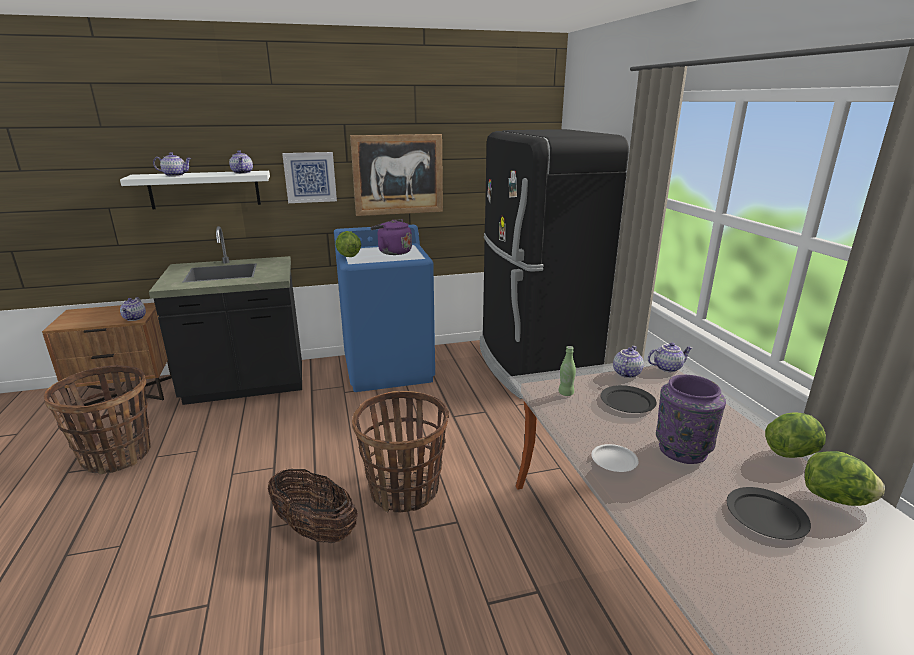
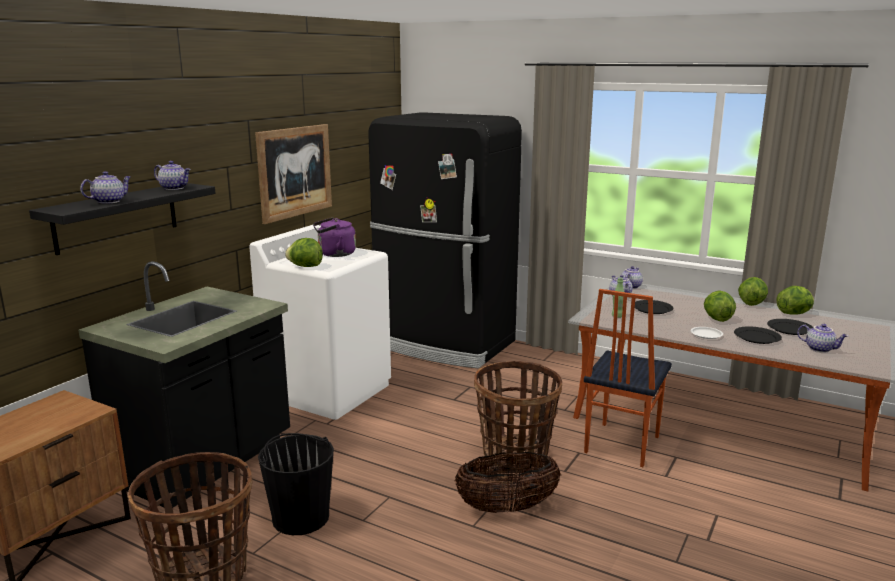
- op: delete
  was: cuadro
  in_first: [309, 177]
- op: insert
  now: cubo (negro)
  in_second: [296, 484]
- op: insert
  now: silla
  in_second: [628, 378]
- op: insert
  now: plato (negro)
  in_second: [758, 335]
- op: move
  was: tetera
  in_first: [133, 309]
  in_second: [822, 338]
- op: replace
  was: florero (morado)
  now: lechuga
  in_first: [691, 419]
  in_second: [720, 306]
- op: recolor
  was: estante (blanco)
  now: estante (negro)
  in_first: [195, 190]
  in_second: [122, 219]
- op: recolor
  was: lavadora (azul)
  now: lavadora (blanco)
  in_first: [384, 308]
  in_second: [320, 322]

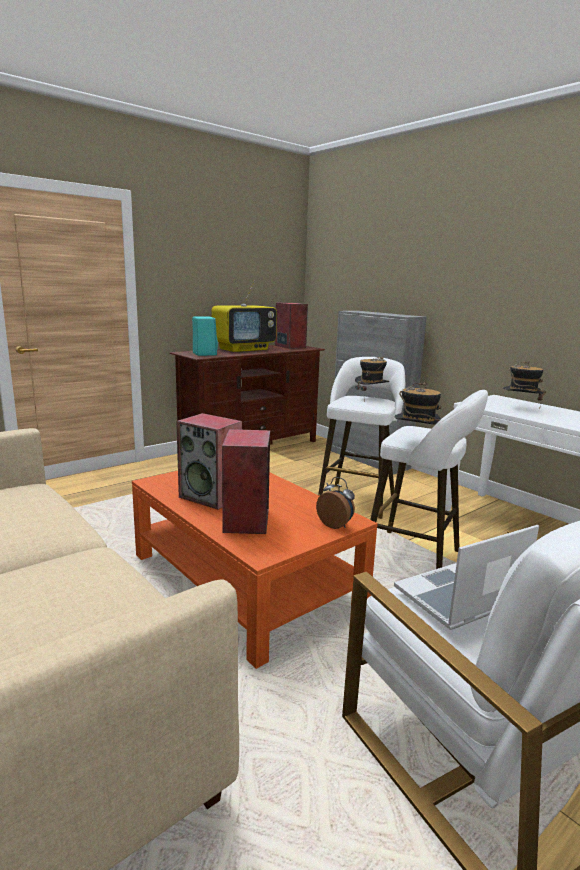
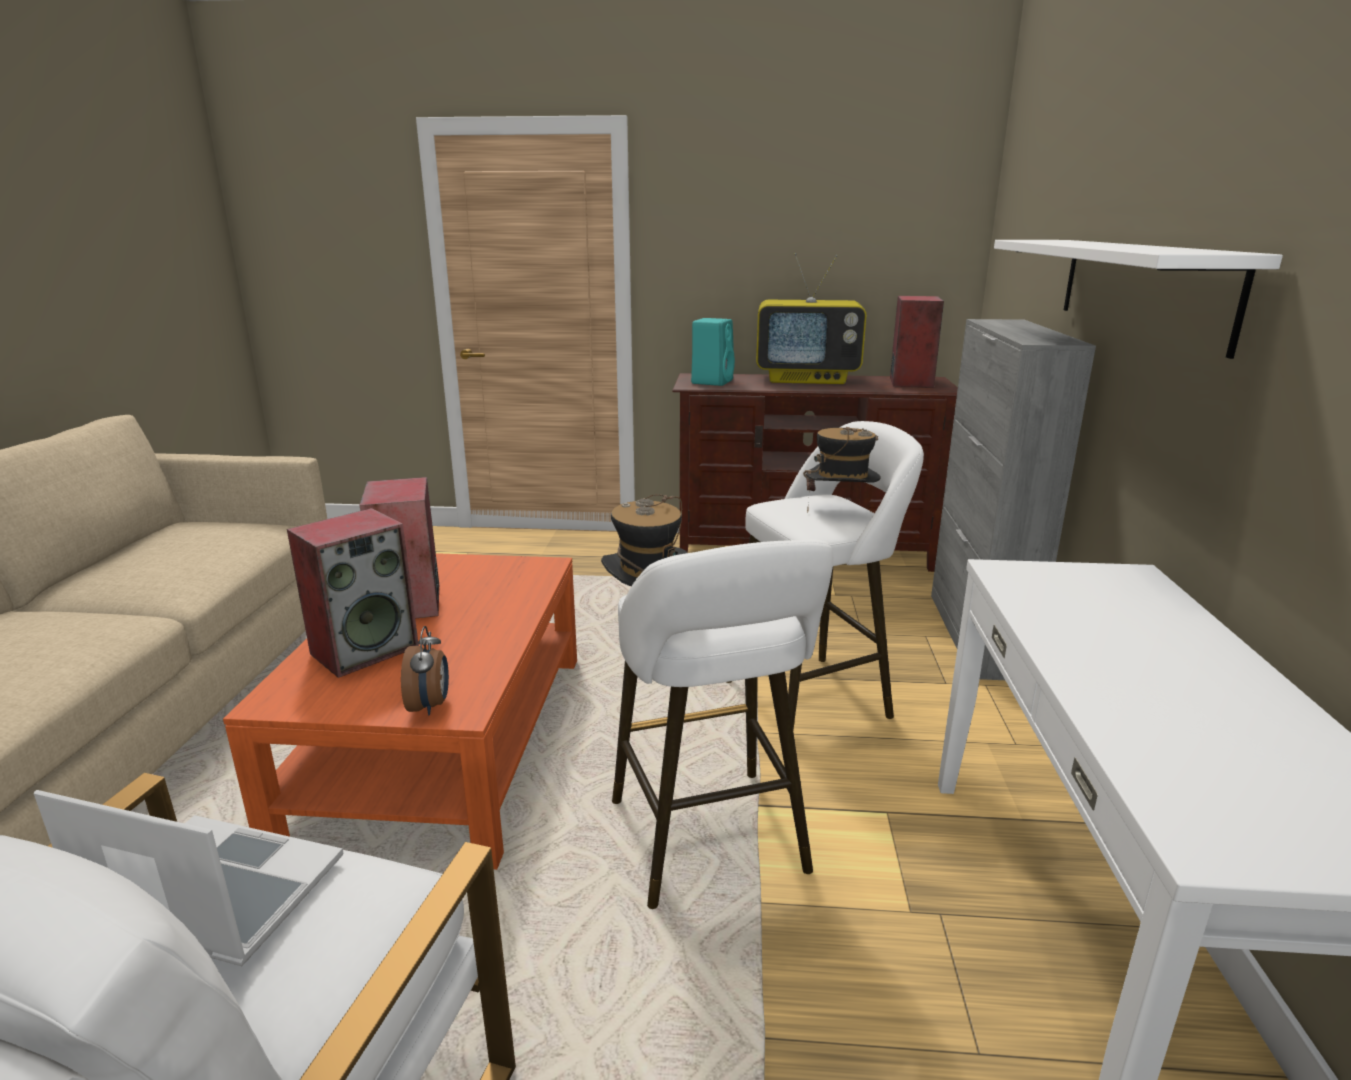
- op: delete
  was: sombrero
  in_first: [524, 383]
- op: insert
  now: estante (blanco)
  in_second: [1138, 299]

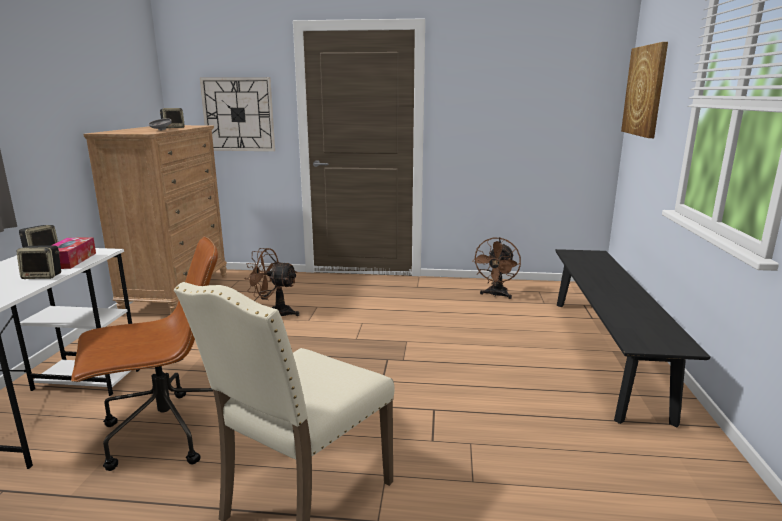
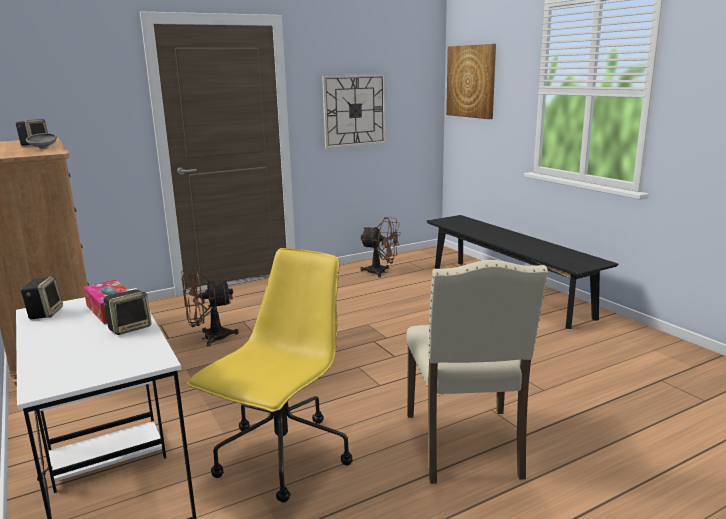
- op: move
  was: reloj de pared
  in_first: [237, 114]
  in_second: [354, 111]
- op: recolor
  was: silla de oficina (marrón)
  now: silla de oficina (amarillo)
  in_first: [144, 354]
  in_second: [270, 375]
- op: rotate
  was: ventilador (marrón)
  in_first: [496, 268]
  in_second: [380, 247]
  clockwise: -60

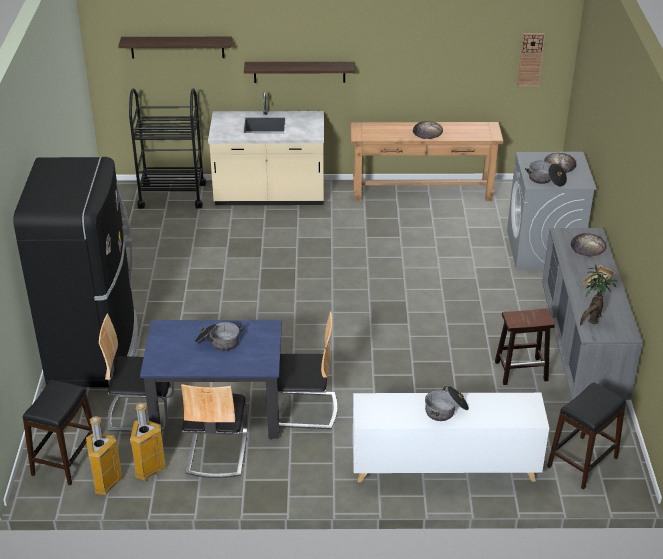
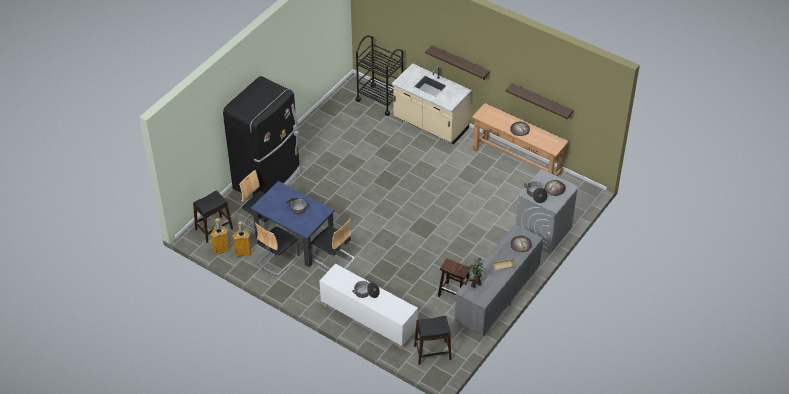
- op: delete
  was: reloj de pared
  in_first: [531, 60]
- op: move
  was: estante
  in_first: [175, 47]
  in_second: [540, 101]

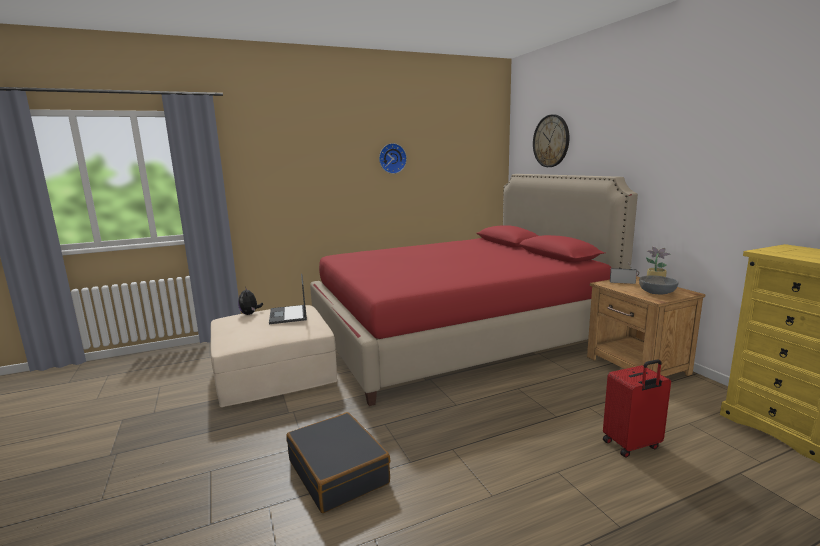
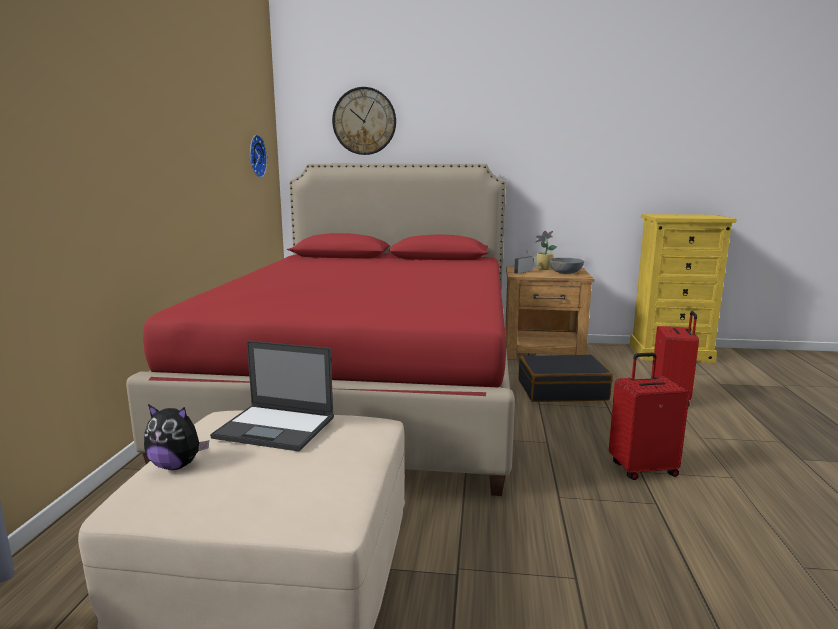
- op: insert
  now: maleta (rojo)
  in_second: [649, 416]
- op: move
  was: maleta (negro)
  in_first: [338, 462]
  in_second: [565, 378]
- op: move
  was: reloj de pared
  in_first: [393, 158]
  in_second: [258, 156]

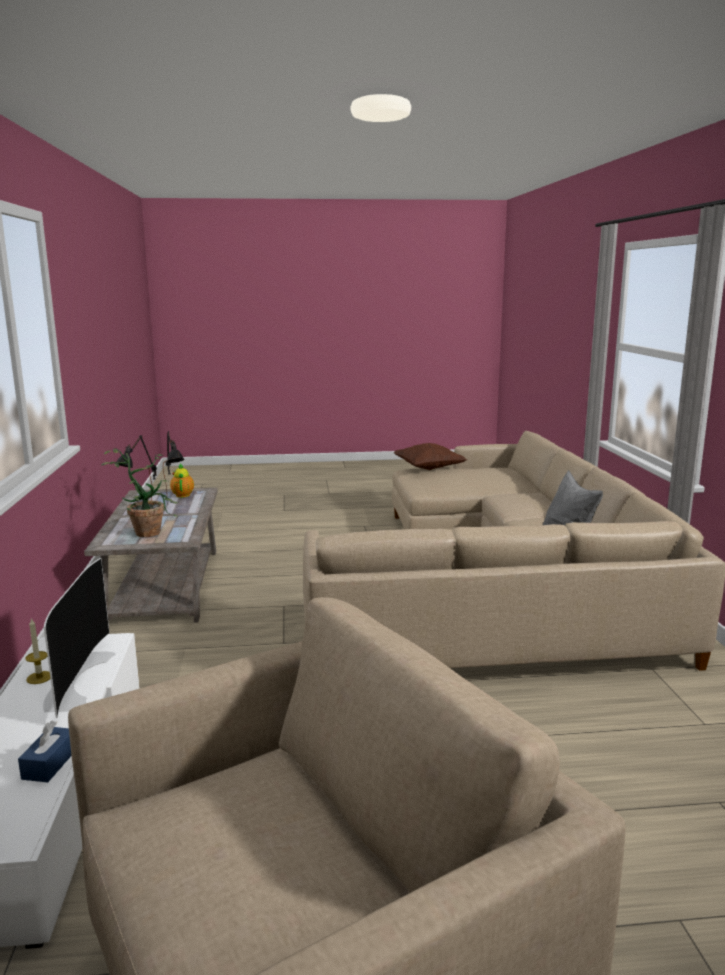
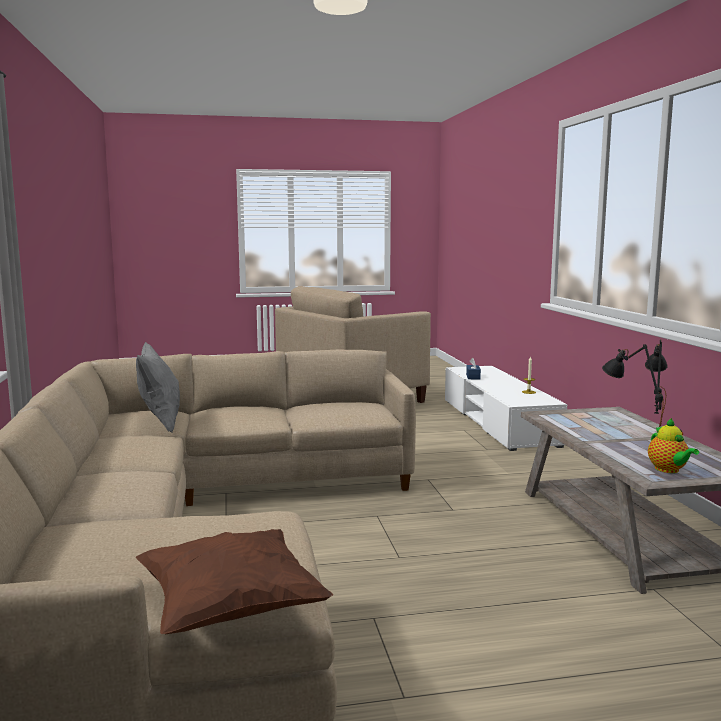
- op: delete
  was: televisor
  in_first: [79, 638]
- op: delete
  was: planta en maceta
  in_first: [139, 493]

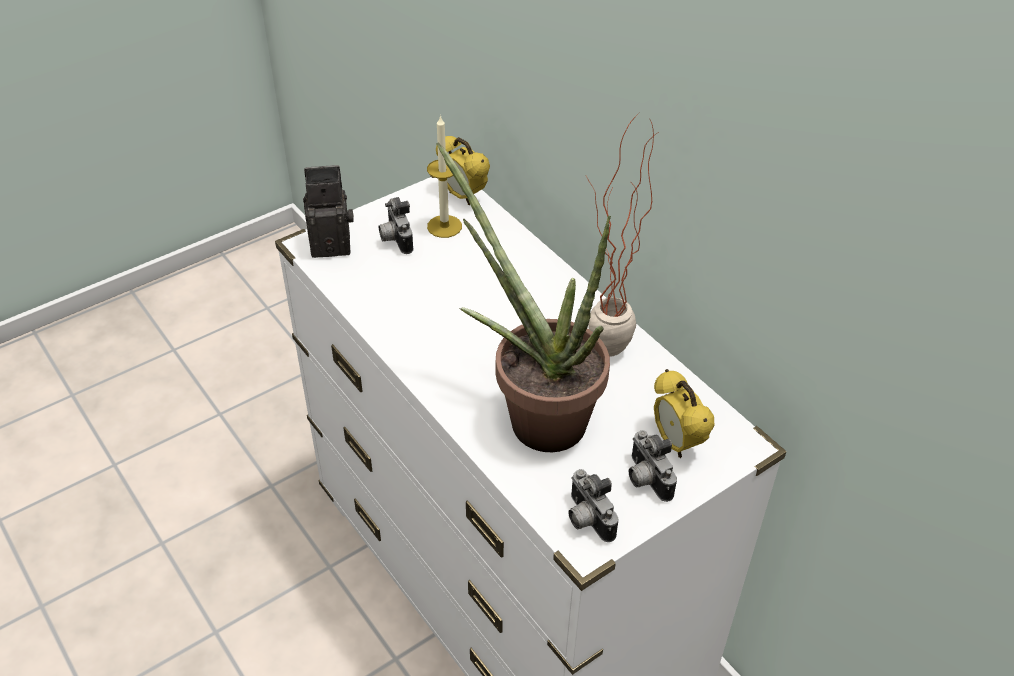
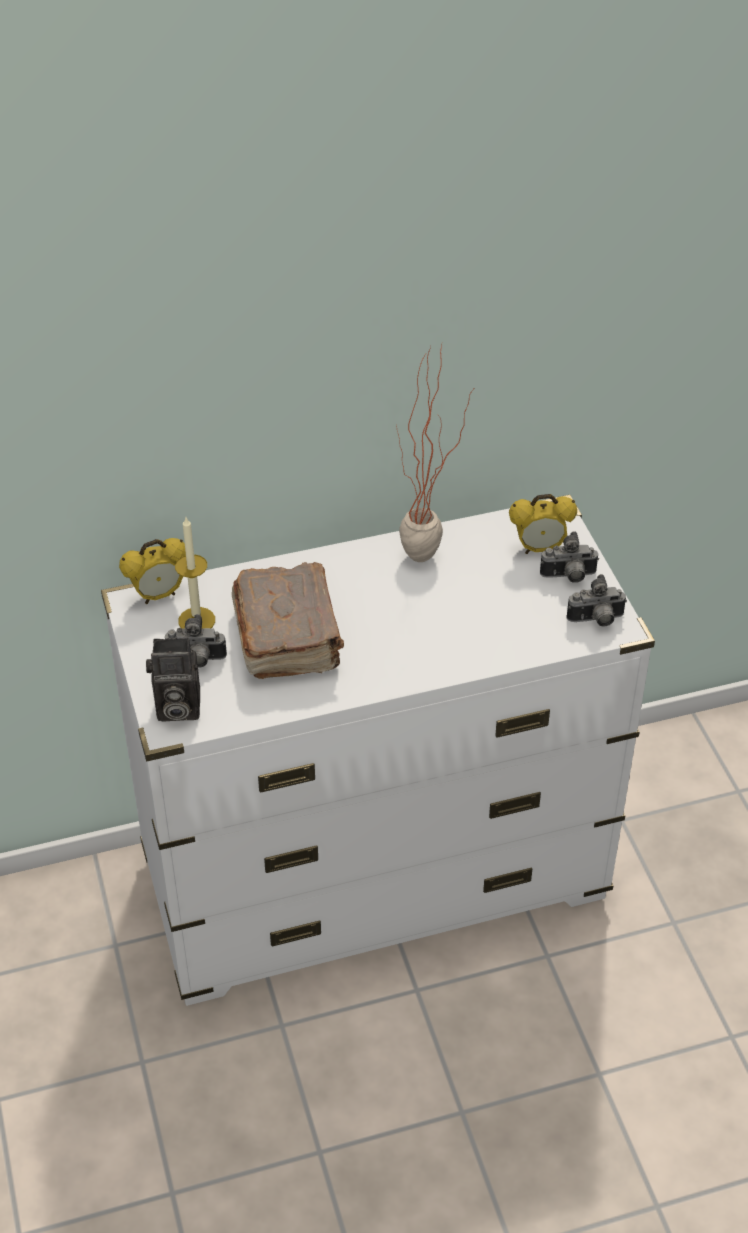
- op: delete
  was: planta en maceta
  in_first: [523, 297]
- op: insert
  now: libro (marrón)
  in_second: [287, 620]
- op: rotate
  was: cámara
  in_first: [328, 211]
  in_second: [173, 679]
  clockwise: -105

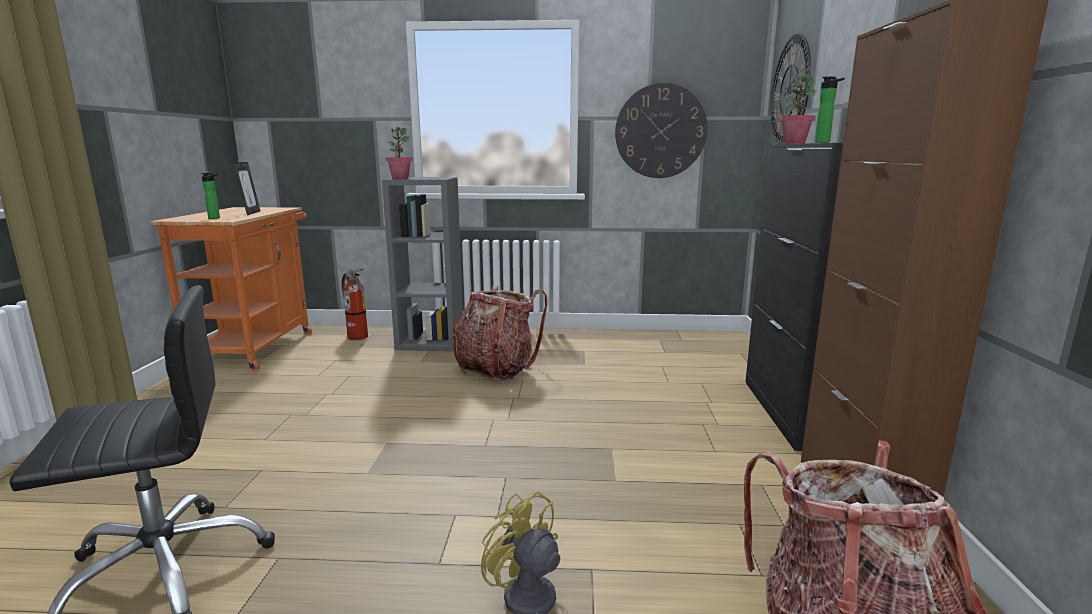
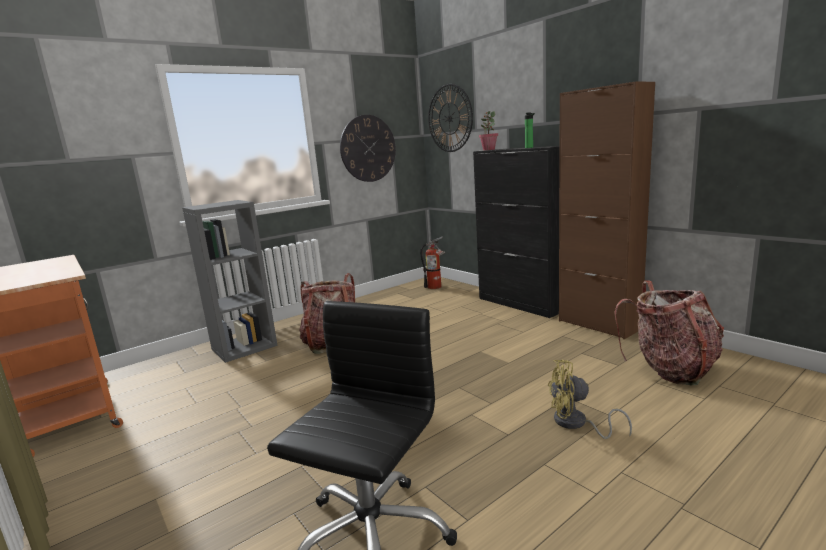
- op: delete
  was: botella
  in_first: [210, 196]
- op: delete
  was: portarretratos
  in_first: [246, 188]
- op: delete
  was: planta en maceta
  in_first: [399, 153]
- op: move
  was: extintor
  in_first: [355, 304]
  in_second: [433, 263]

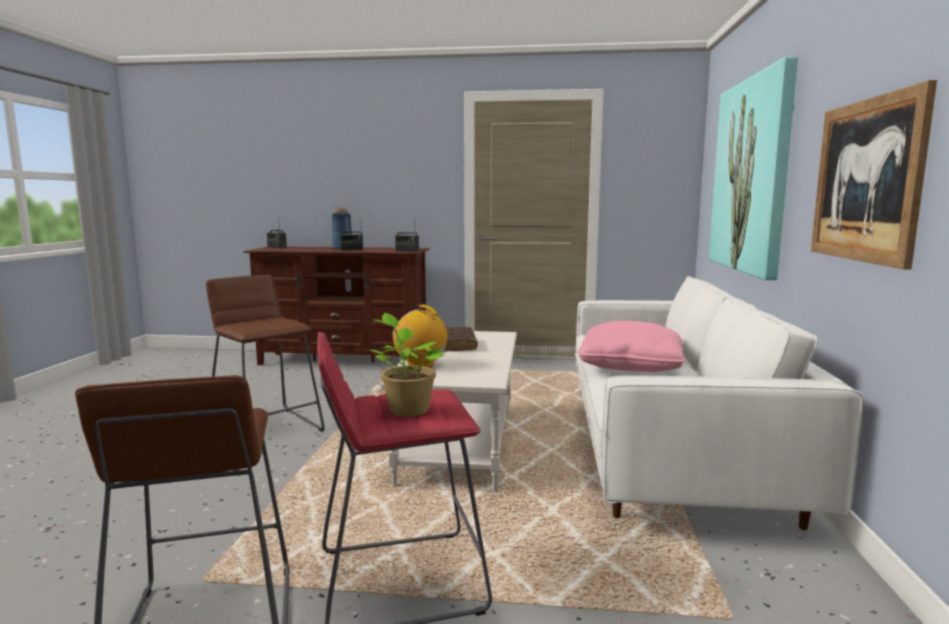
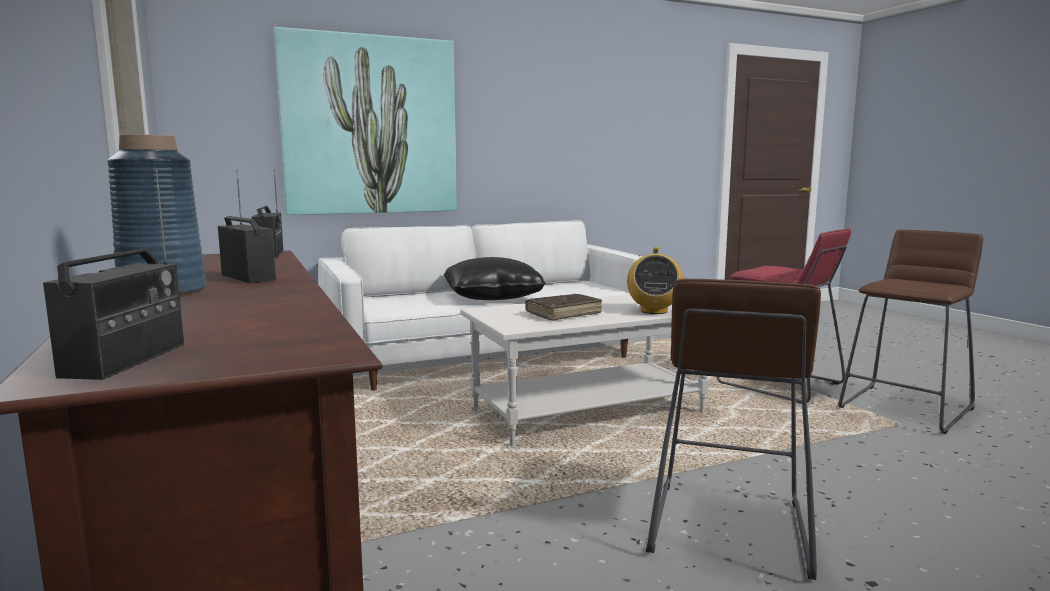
- op: delete
  was: planta en maceta
  in_first: [407, 365]
- op: delete
  was: cuadro
  in_first: [874, 175]
- op: recolor
  was: cojín (rosa)
  now: cojín (negro)
  in_first: [631, 346]
  in_second: [495, 278]

